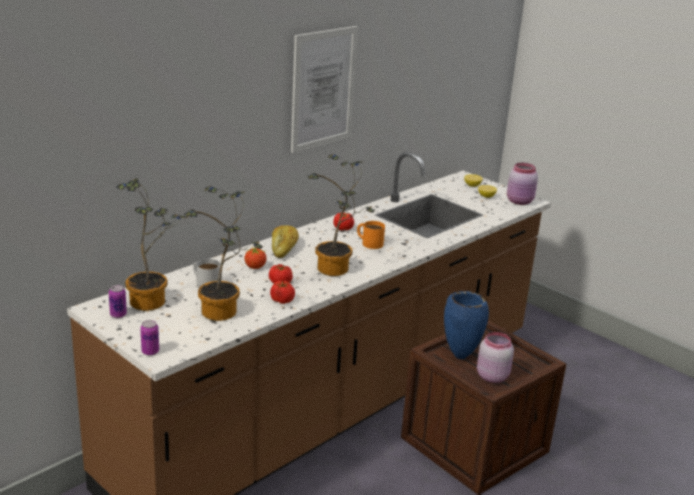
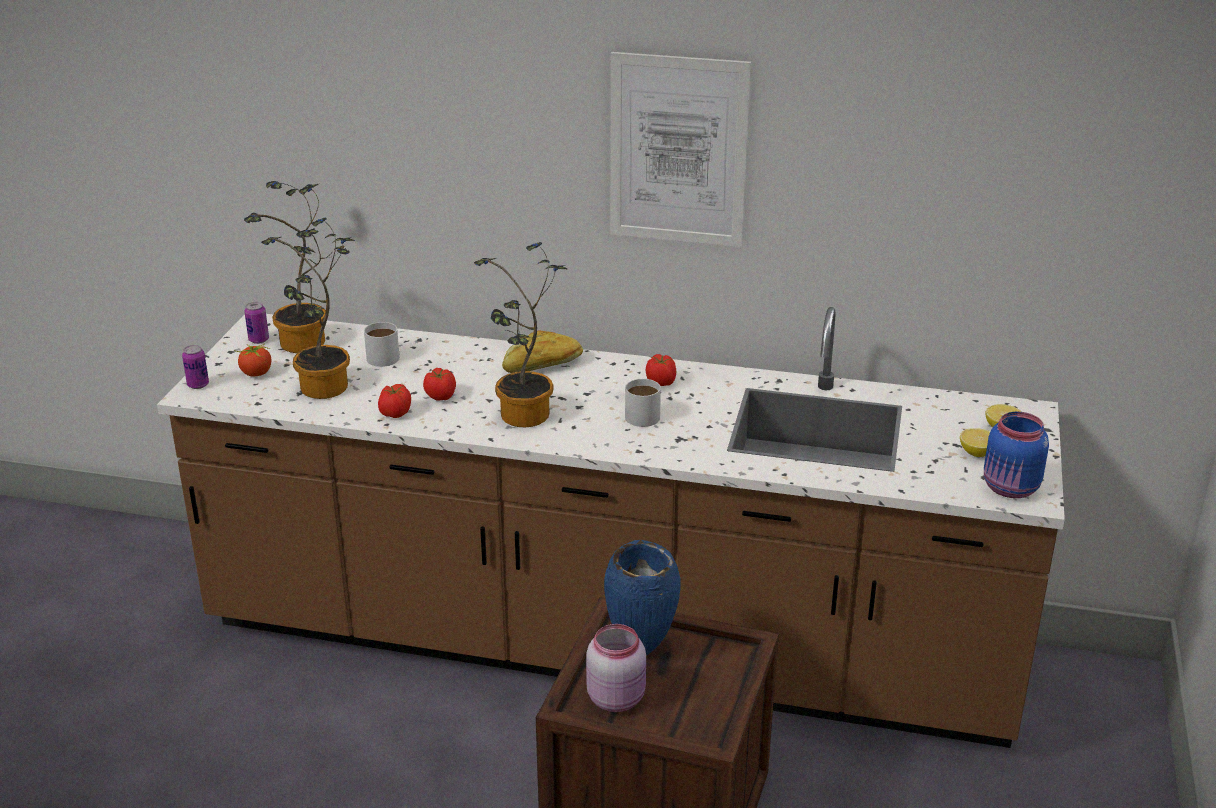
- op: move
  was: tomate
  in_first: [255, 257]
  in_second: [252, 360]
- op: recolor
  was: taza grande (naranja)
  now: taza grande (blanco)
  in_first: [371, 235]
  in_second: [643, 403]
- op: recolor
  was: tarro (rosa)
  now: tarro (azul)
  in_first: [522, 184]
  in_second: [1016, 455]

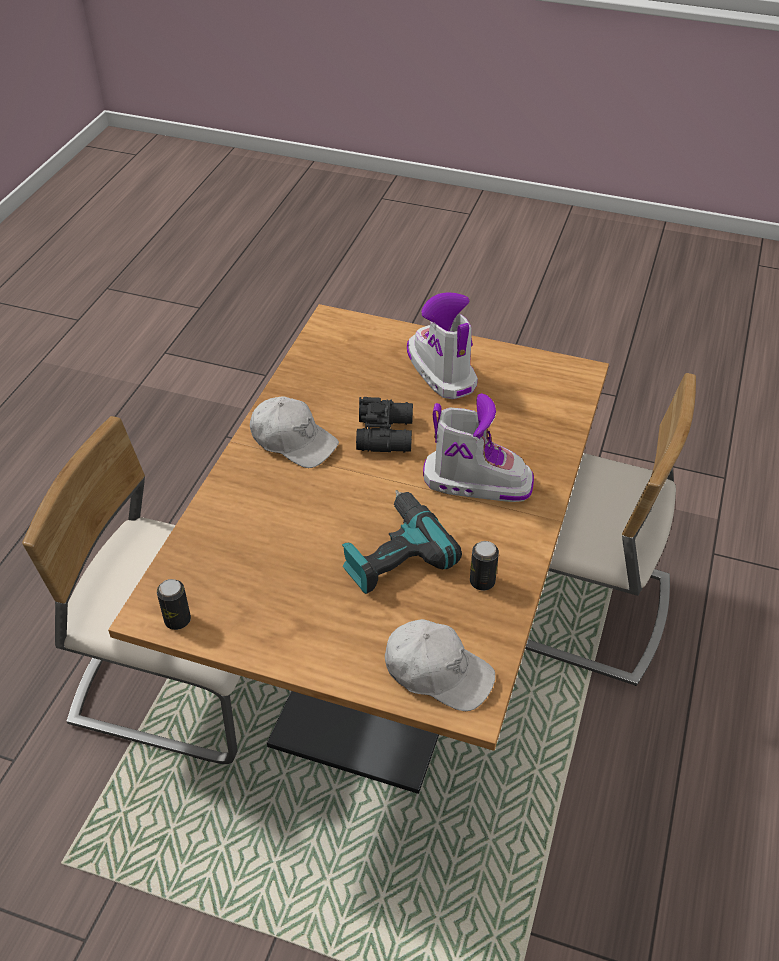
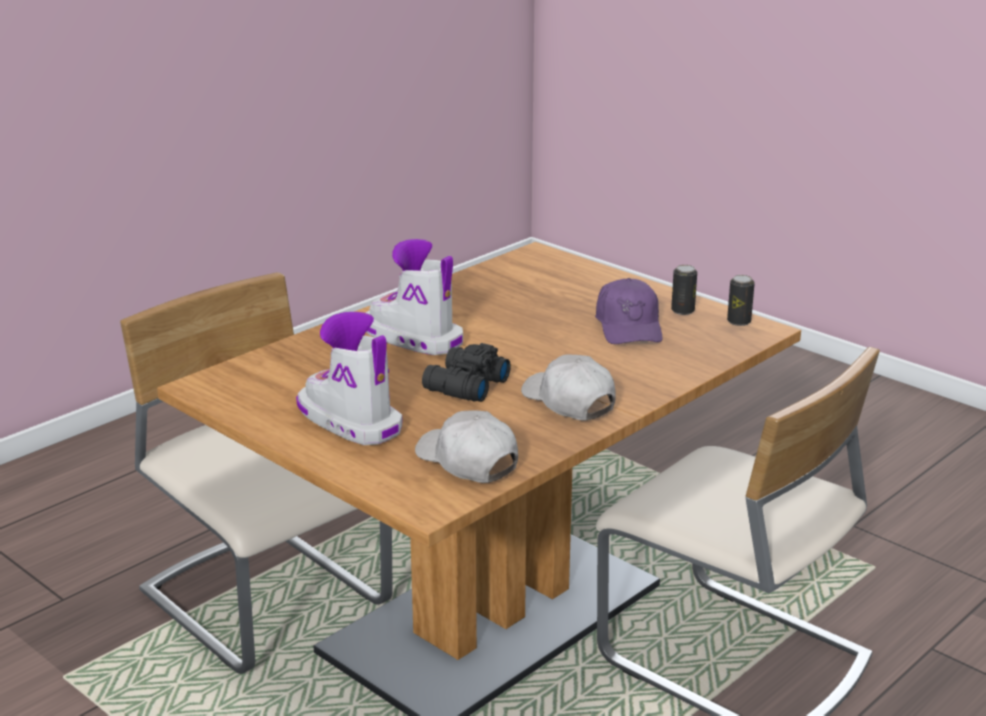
- op: delete
  was: taladro
  in_first: [402, 542]
- op: insert
  now: gorra (morado)
  in_second: [629, 311]
- op: move
  was: gorra (blanco)
  in_first: [440, 665]
  in_second: [466, 446]
- op: move
  was: lata
  in_first: [484, 566]
  in_second: [684, 290]
- op: rotate
  was: bota
  in_first: [442, 345]
  in_second: [349, 378]
  clockwise: 135

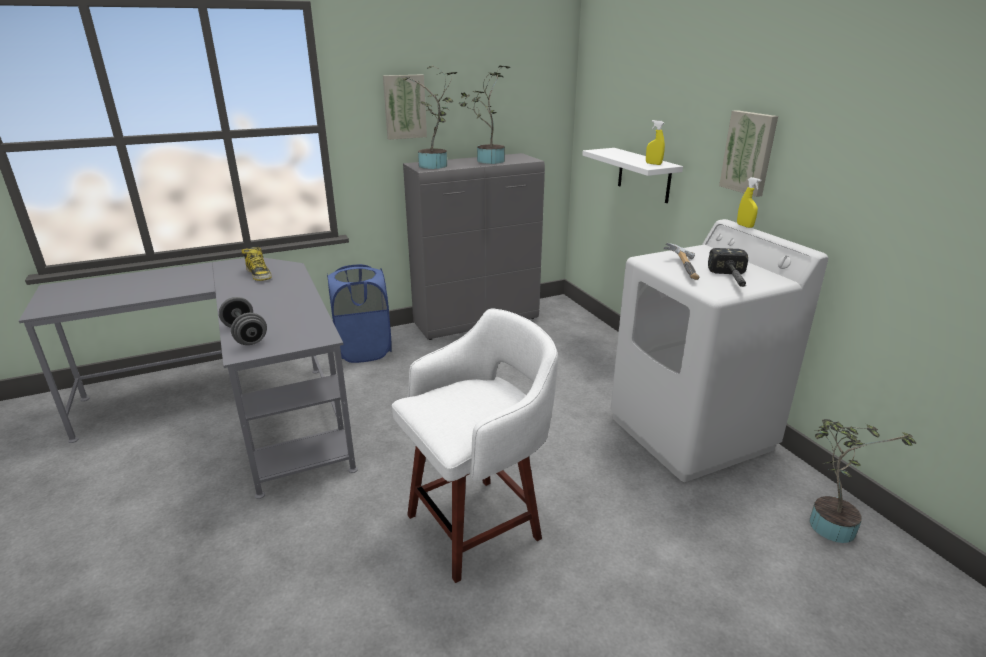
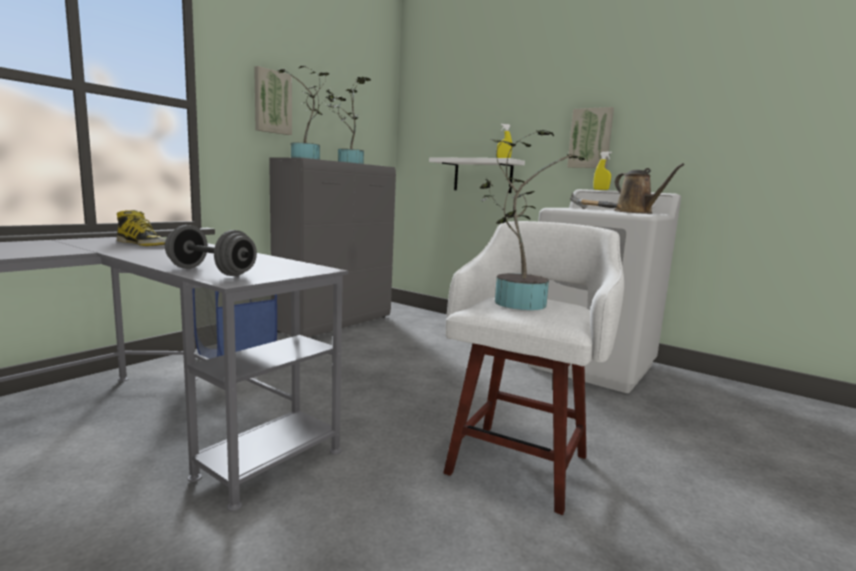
- op: move
  was: planta en maceta
  in_first: [863, 481]
  in_second: [532, 220]
- op: replace
  was: martillo
  now: regadera (marrón)
  in_first: [728, 267]
  in_second: [649, 188]

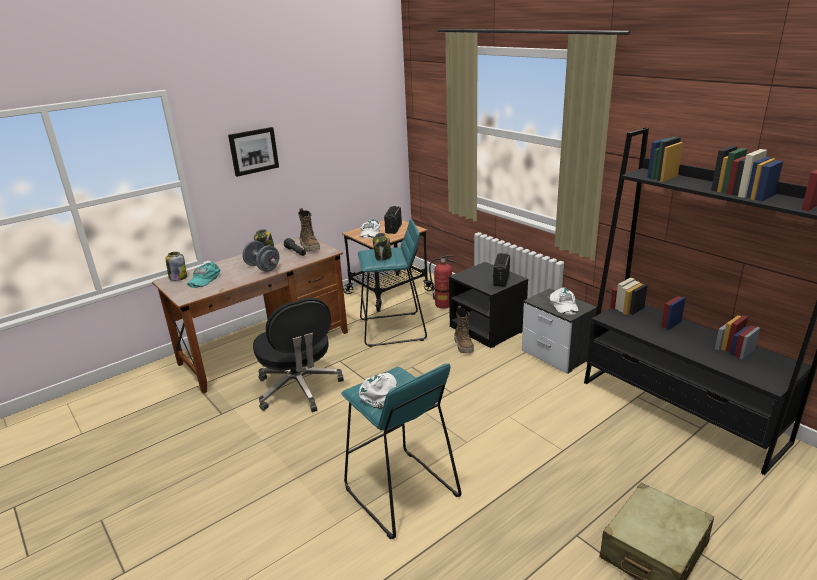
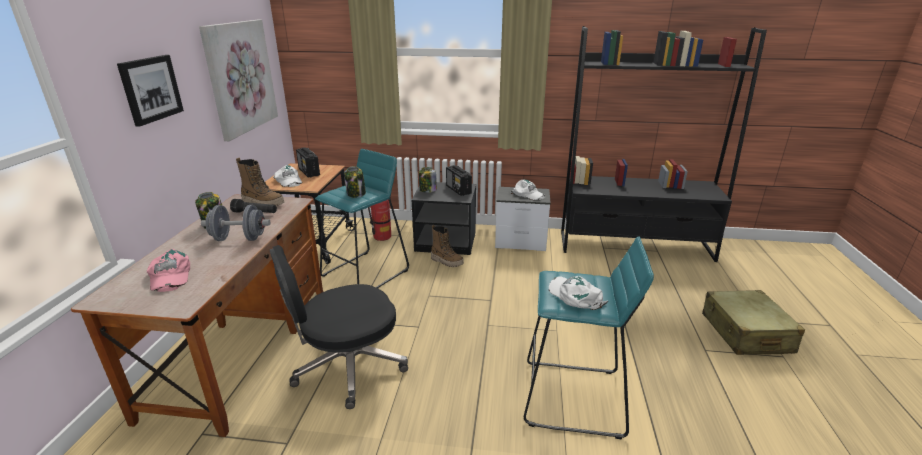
- op: insert
  now: cuadro
  in_second: [238, 80]
- op: move
  was: tarro
  in_first: [176, 266]
  in_second: [428, 180]
- op: recolor
  was: gorra (turquesa)
  now: gorra (rosa)
  in_first: [203, 275]
  in_second: [168, 270]
- op: rotate
  was: silla de oficina (negro)
  in_first: [298, 355]
  in_second: [339, 327]
  clockwise: 135

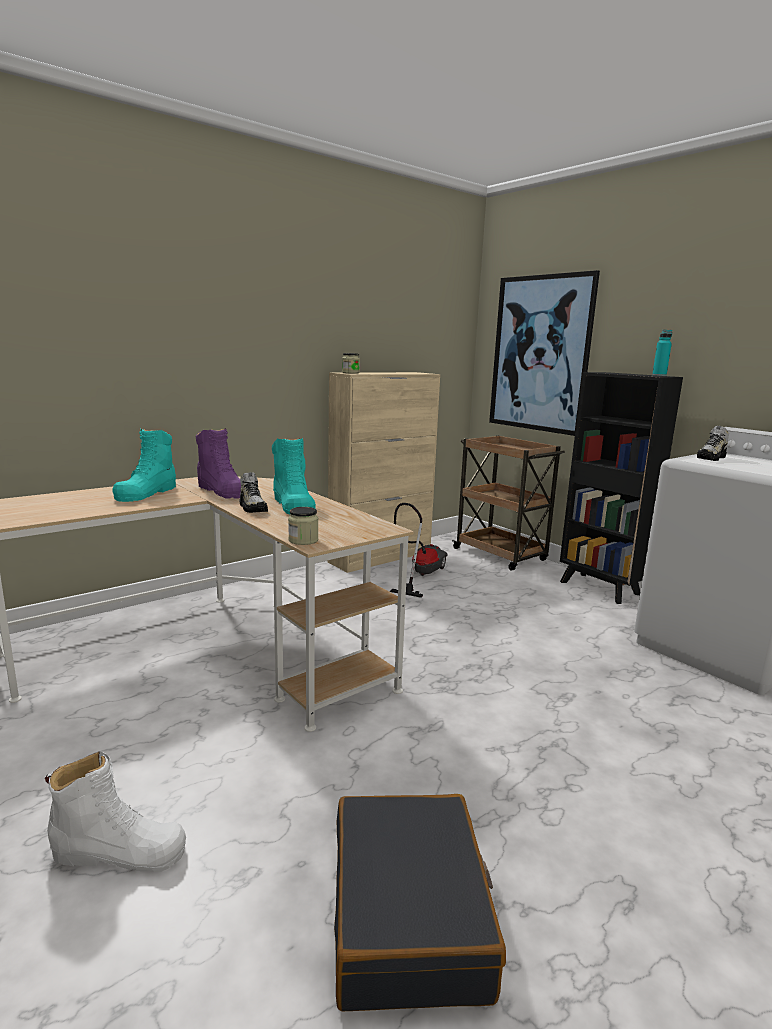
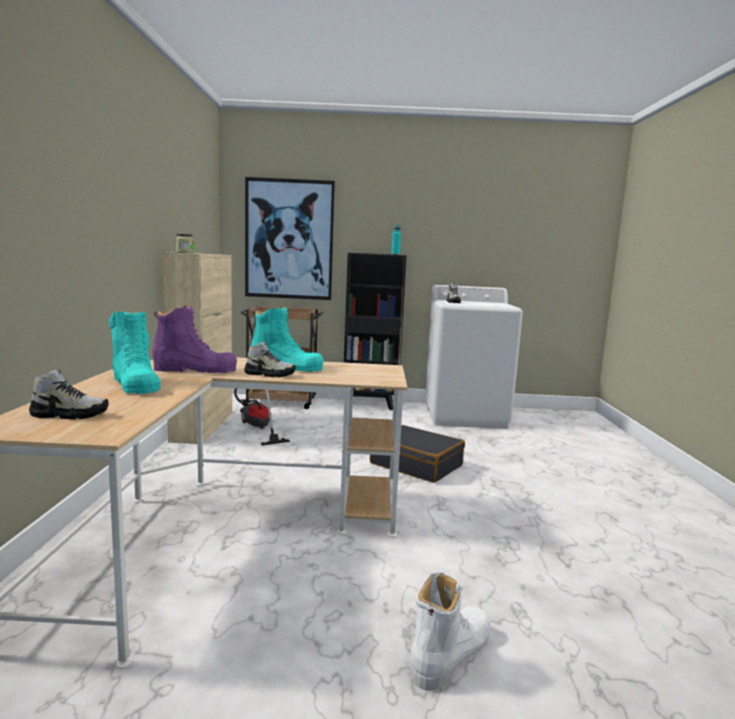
- op: delete
  was: tarro
  in_first: [303, 526]
- op: insert
  now: zapato
  in_second: [69, 394]
- op: move
  was: maleta (negro)
  in_first: [420, 902]
  in_second: [417, 454]

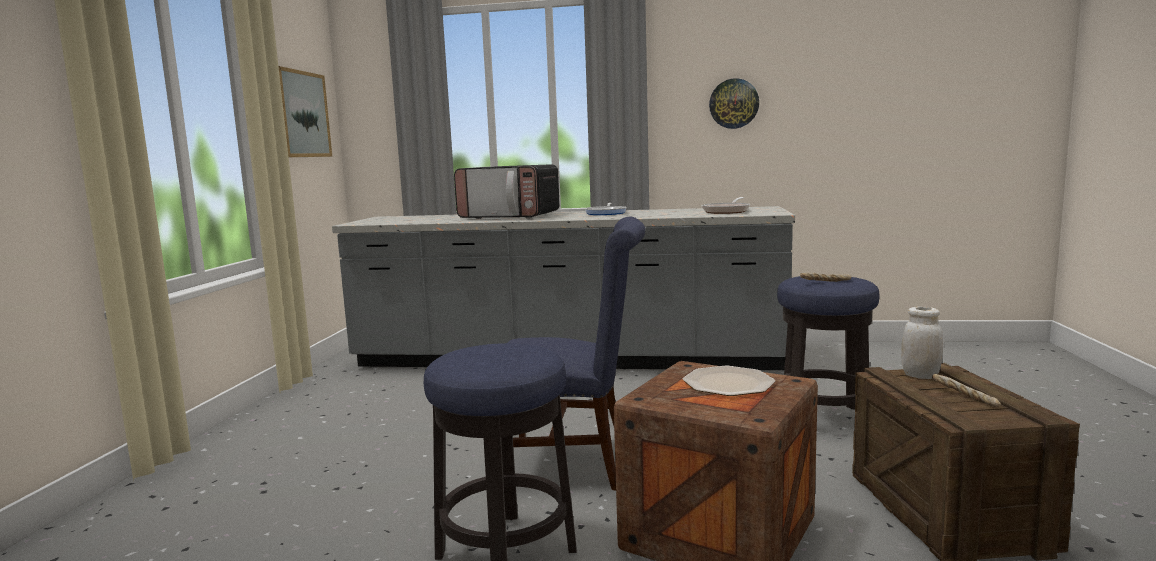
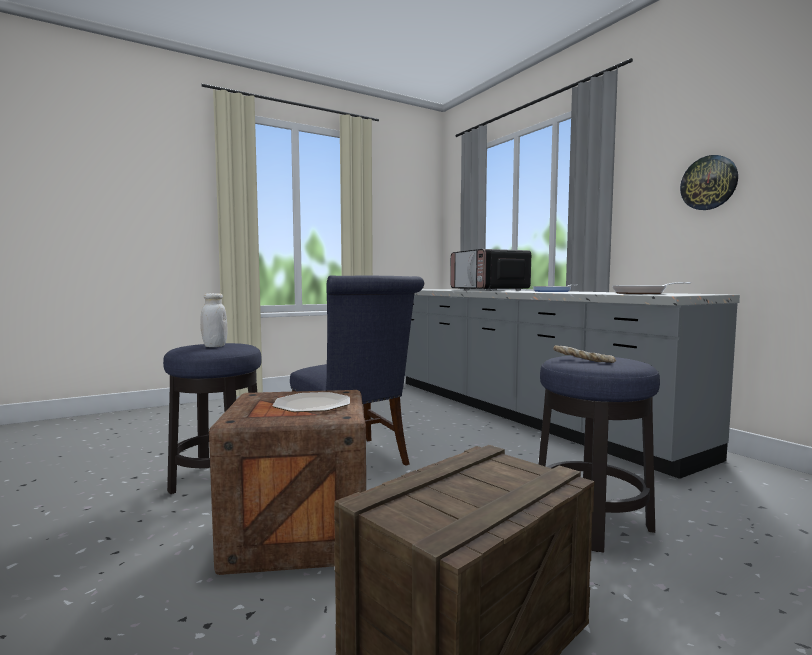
- op: delete
  was: cuadro
  in_first: [305, 111]
- op: delete
  was: pan
  in_first: [966, 390]
- op: move
  was: tarro (blanco)
  in_first: [922, 343]
  in_second: [214, 320]

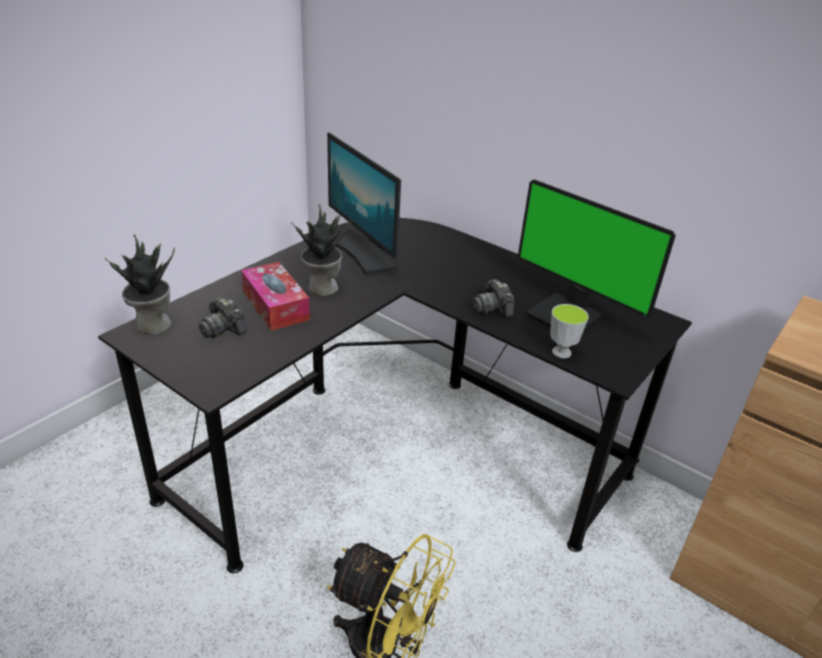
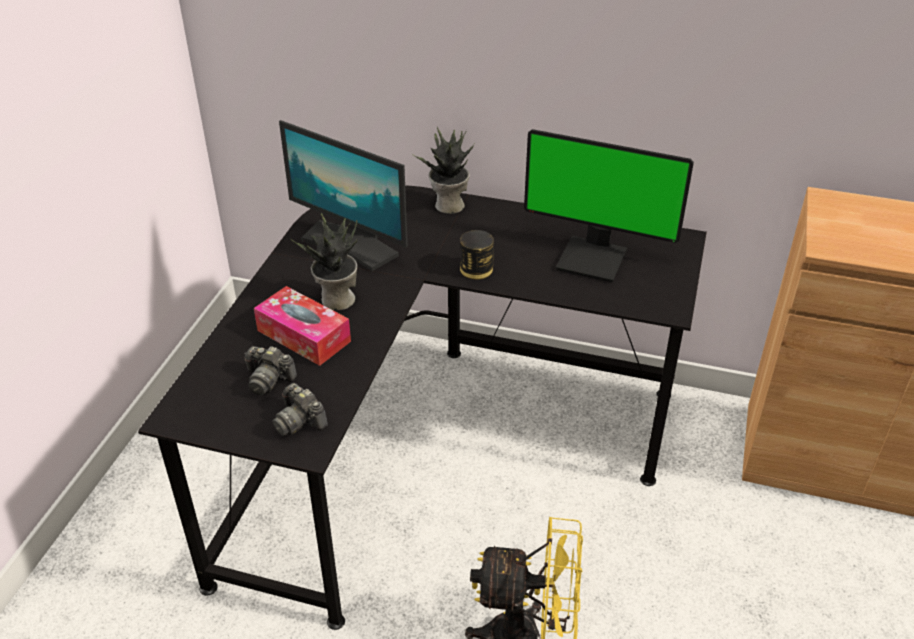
- op: delete
  was: taza
  in_first: [569, 331]
- op: insert
  now: lata
  in_second: [477, 254]
- op: move
  was: planta en maceta
  in_first: [139, 285]
  in_second: [443, 170]
- op: move
  was: cámara
  in_first: [493, 298]
  in_second: [300, 409]

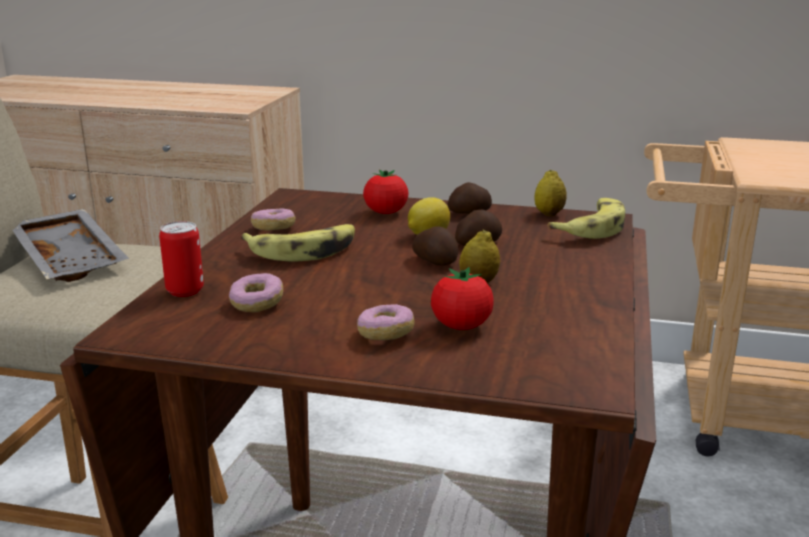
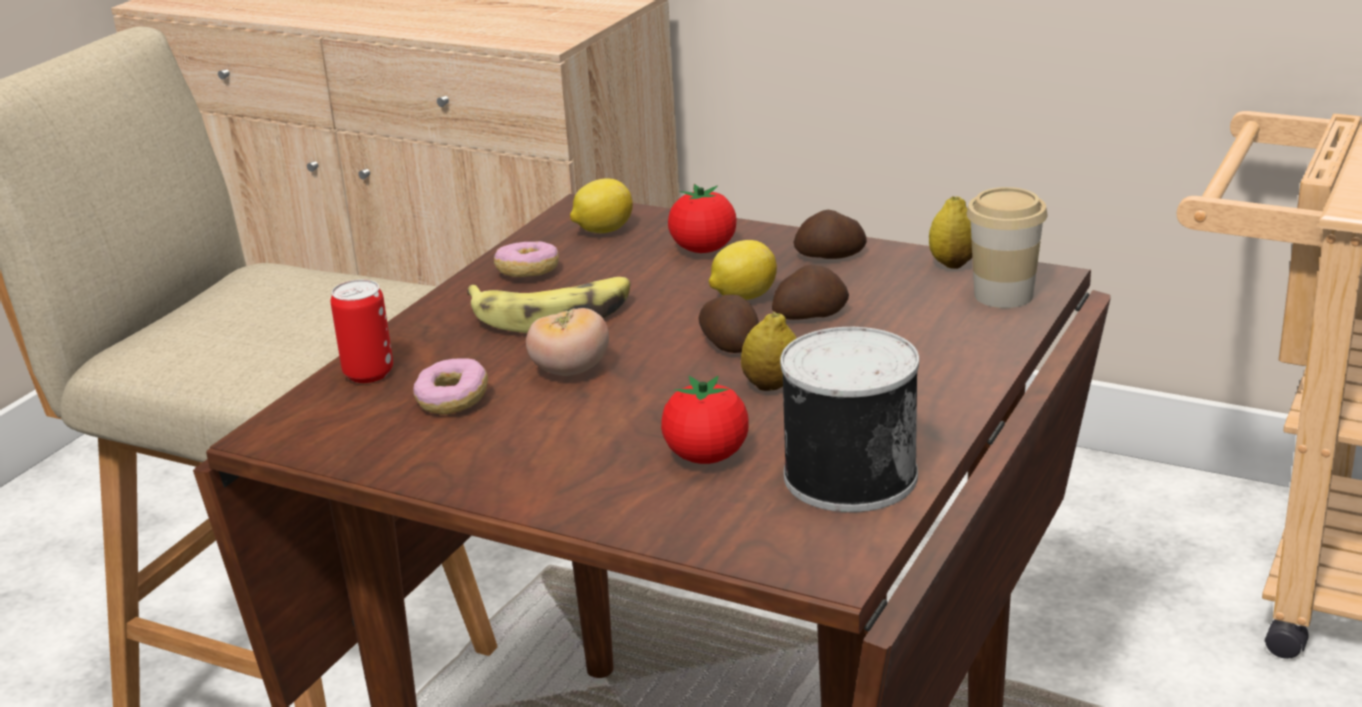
- op: delete
  was: bandeja (gris)
  in_first: [70, 245]
- op: delete
  was: rosquilla
  in_first: [386, 322]
- op: insert
  now: tomate
  in_second: [567, 342]
- op: insert
  now: limón
  in_second: [601, 206]
- op: insert
  now: lata
  in_second: [849, 419]
- op: replace
  was: plátano
  now: taza
  in_first: [586, 218]
  in_second: [1007, 247]

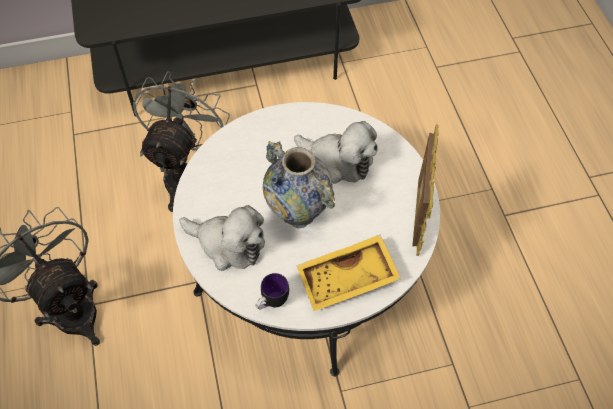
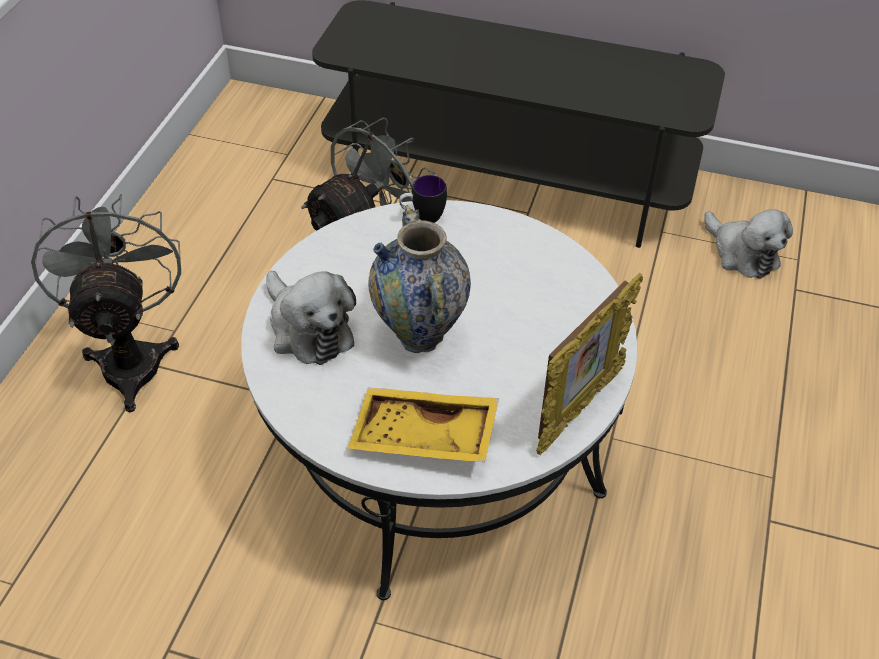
- op: move
  was: taza grande
  in_first: [272, 291]
  in_second: [423, 199]
- op: move
  was: peluche
  in_first: [335, 152]
  in_second: [748, 244]

